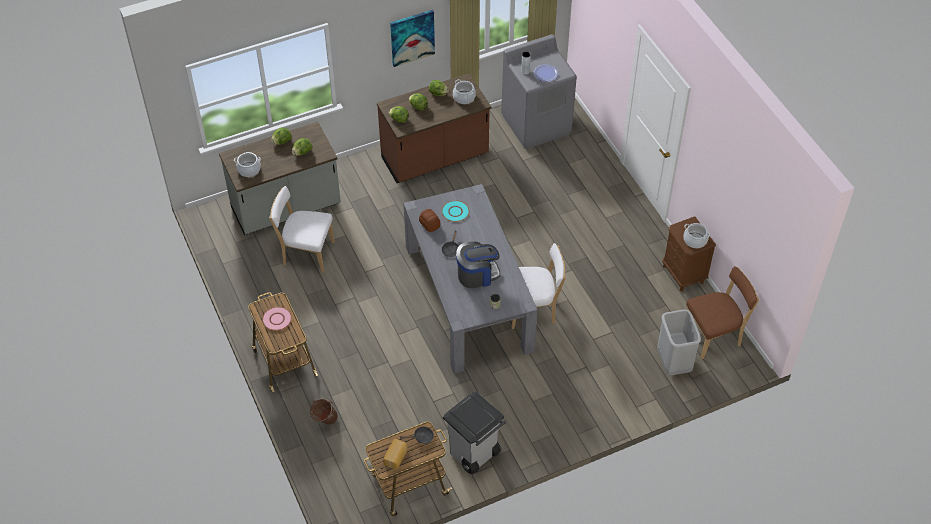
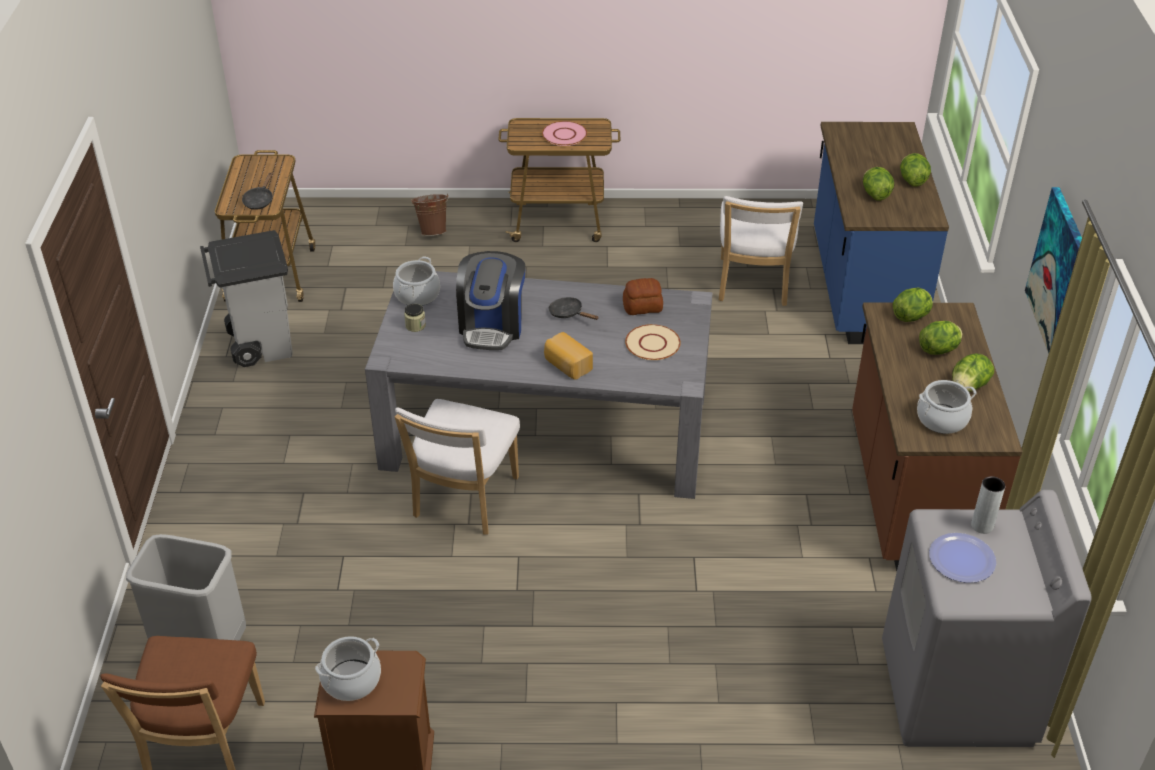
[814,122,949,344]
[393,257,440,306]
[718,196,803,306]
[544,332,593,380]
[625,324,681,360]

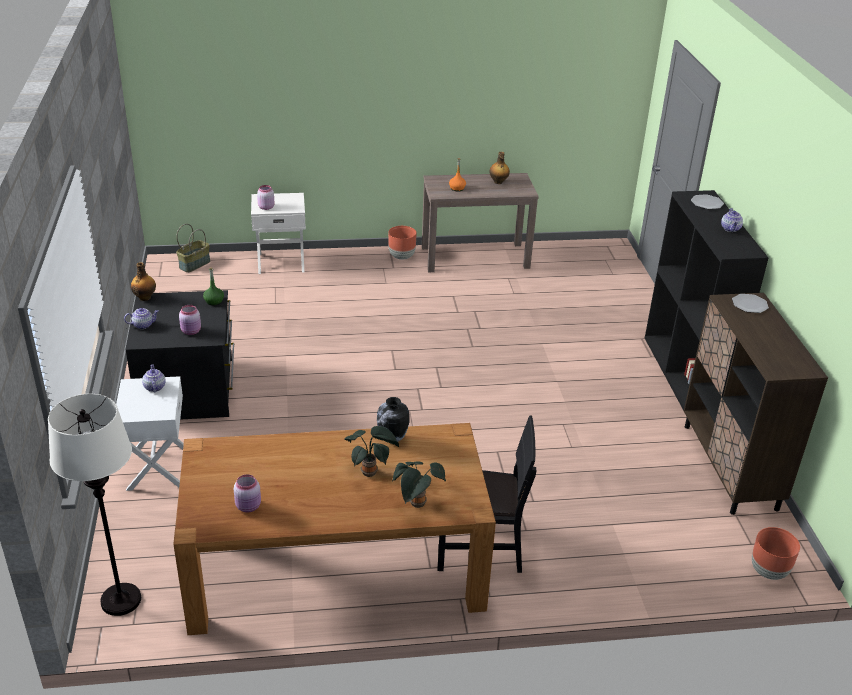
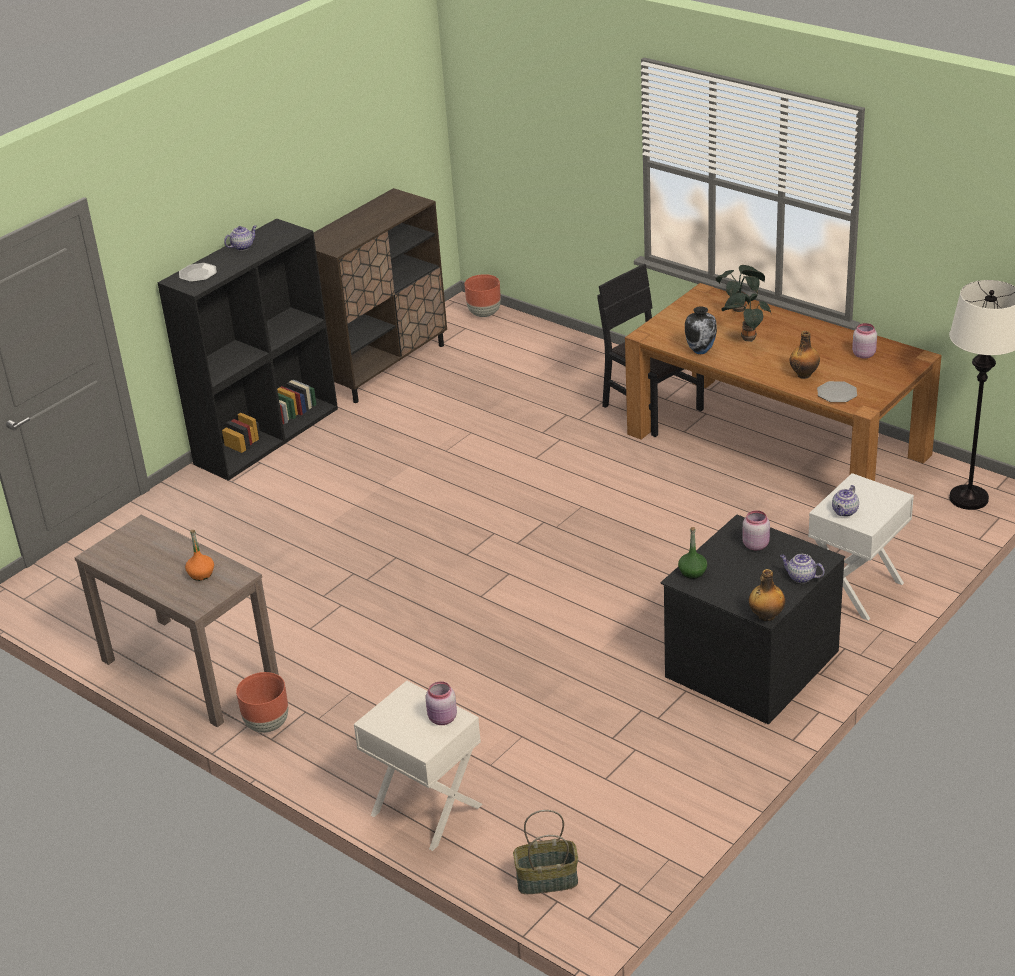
[790,331,820,379]
[817,381,857,402]

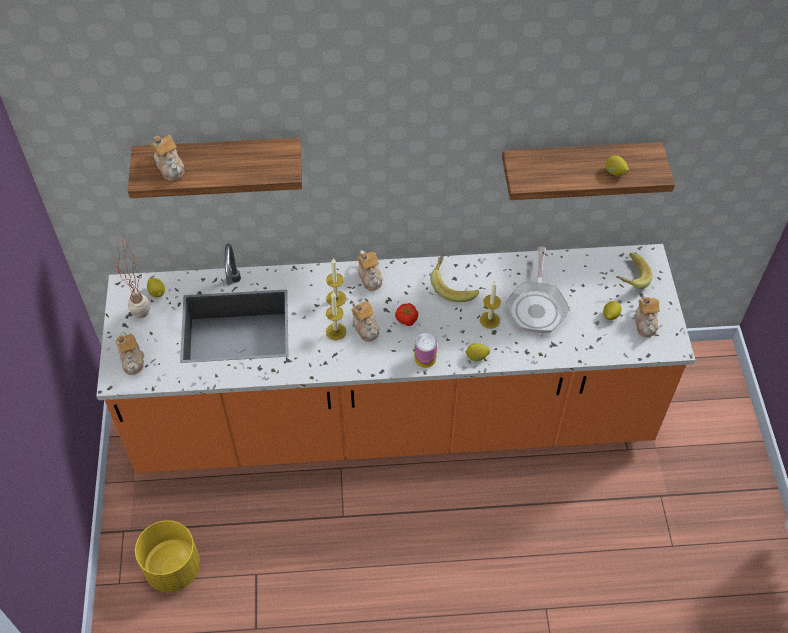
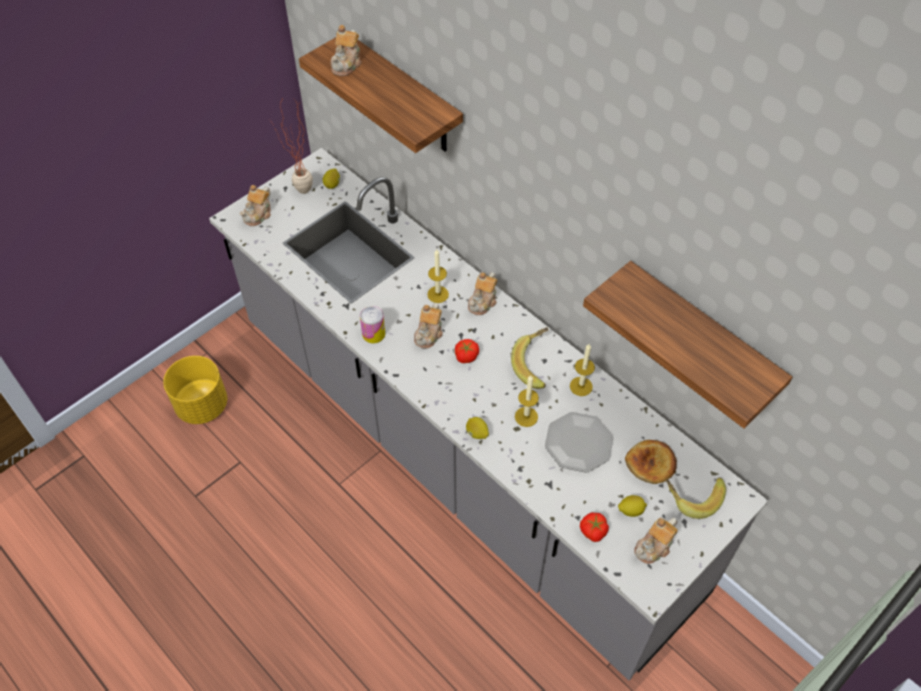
[209,148,768,680]
[570,344,595,396]
[360,306,385,343]
[545,412,613,473]
[605,155,629,176] (first image)
[580,513,609,542]
[625,440,677,484]

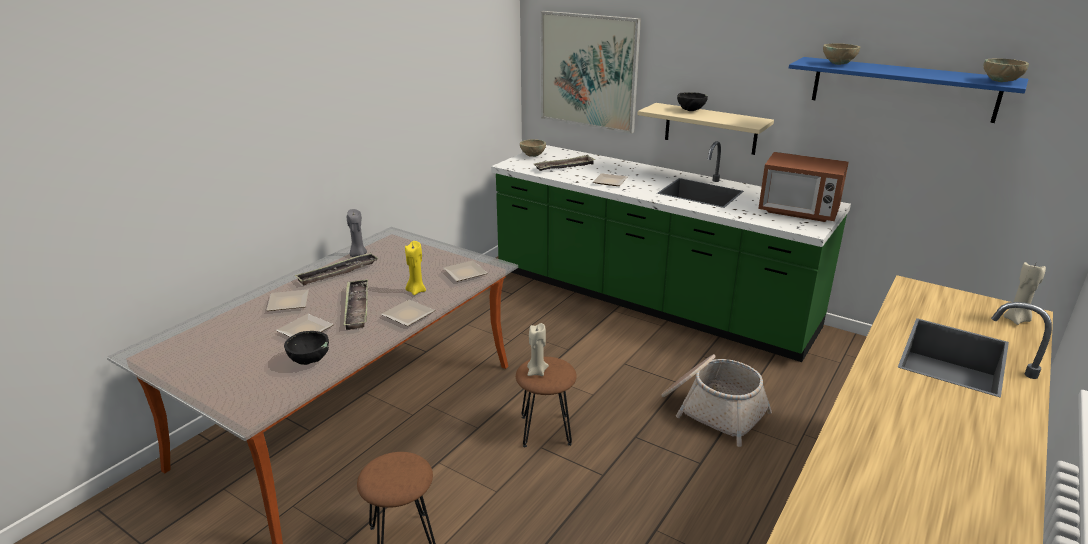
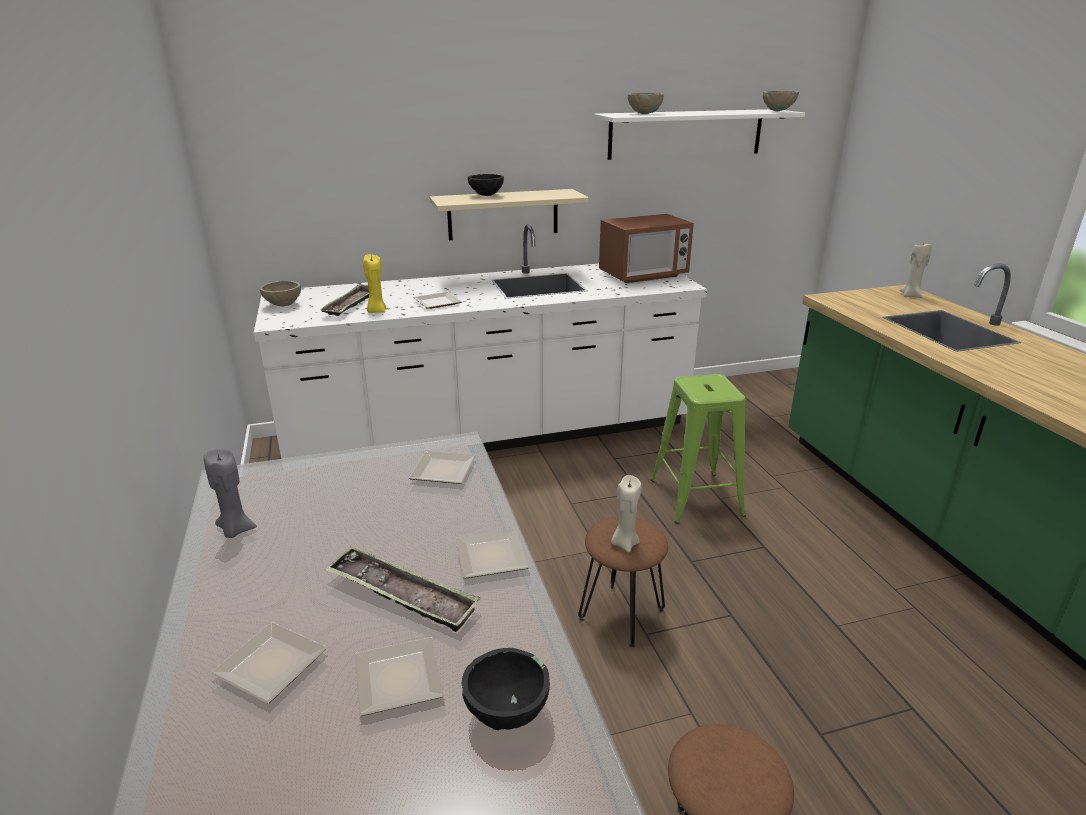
[295,253,379,285] (first image)
[363,254,386,313]
[254,225,707,459]
[541,11,641,134] (first image)
[651,374,746,524]
[594,109,805,160]

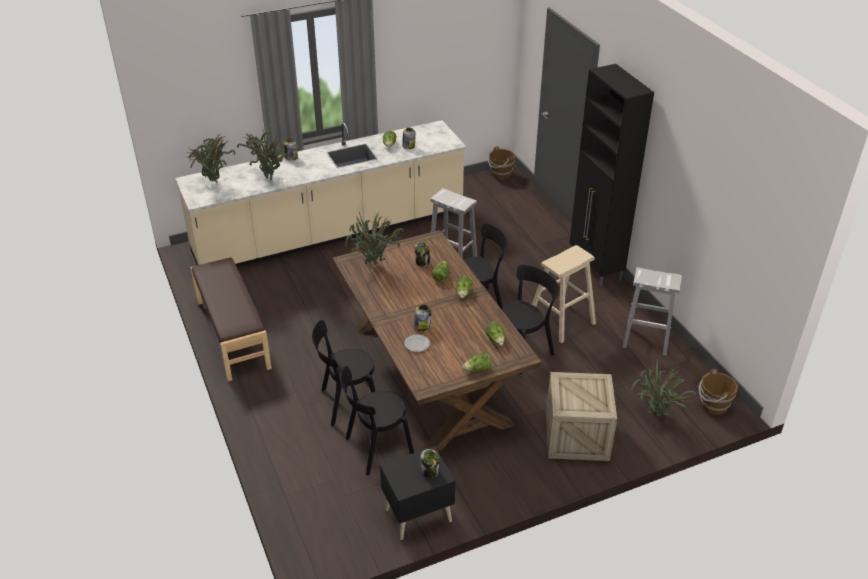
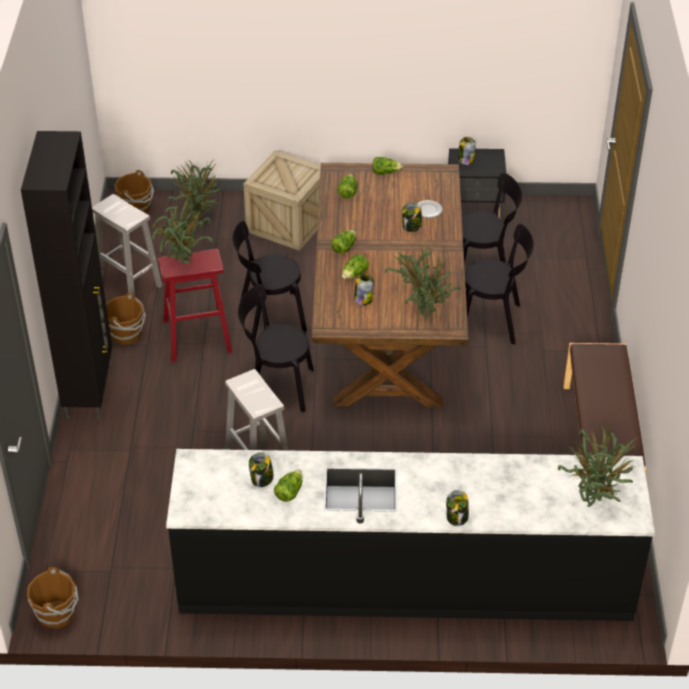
[166,449,655,621]
[152,196,213,264]
[158,249,232,362]
[106,293,146,345]

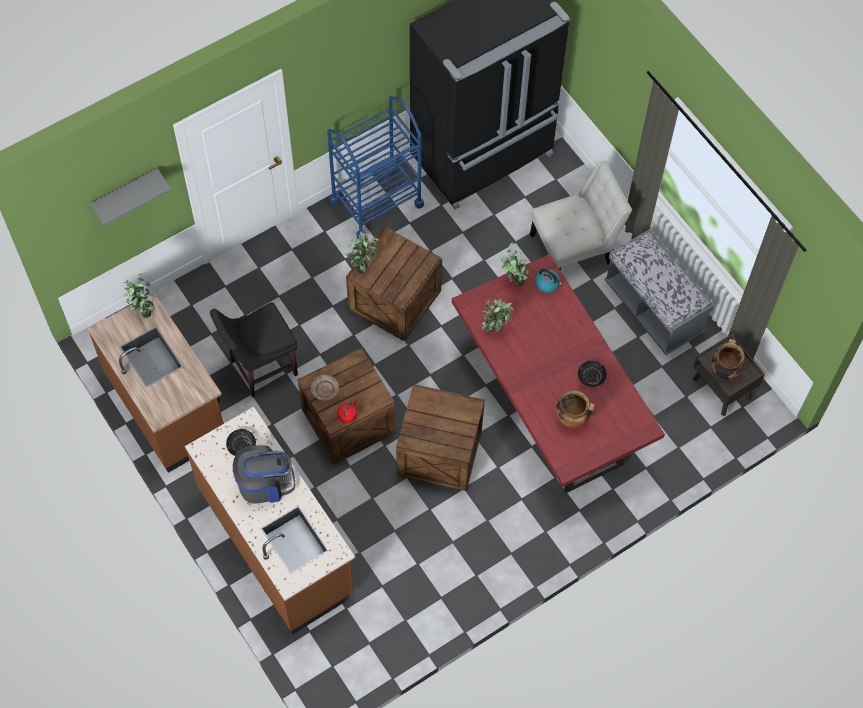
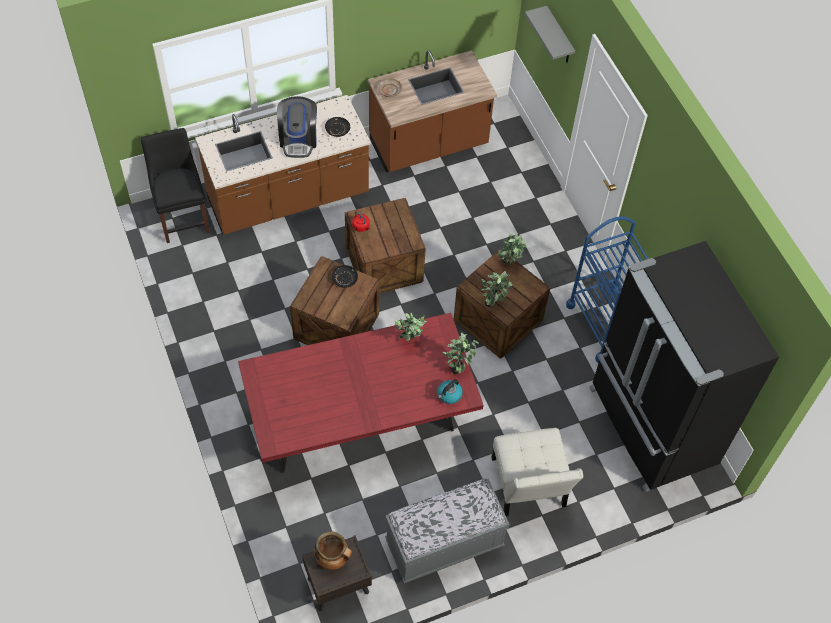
[481,270,512,307]
[141,128,210,243]
[378,78,402,97]
[556,390,596,428] (first image)
[332,265,358,288]

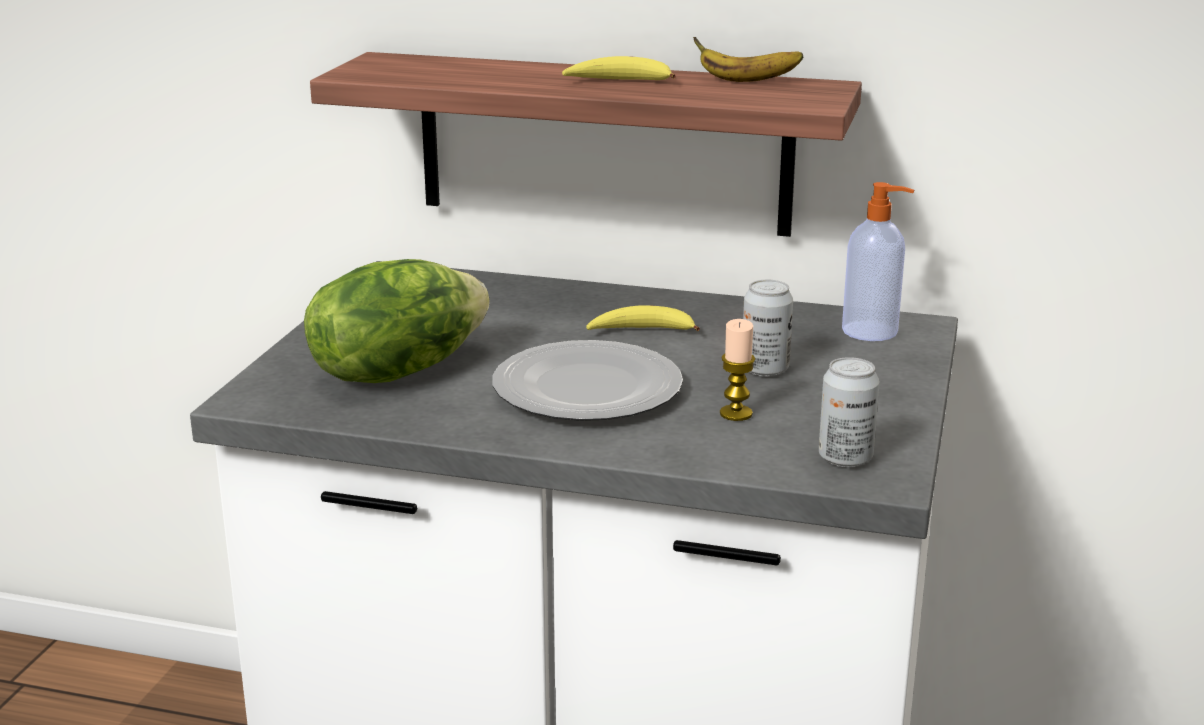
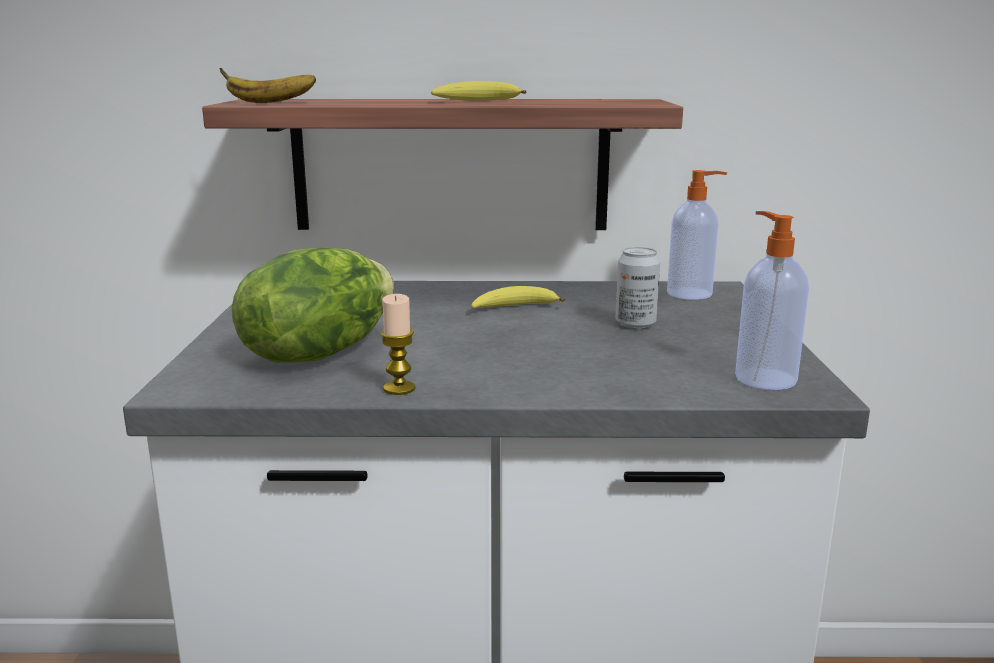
[492,340,683,421] (first image)
[219,68,316,103]
[380,294,415,395]
[735,211,809,390]

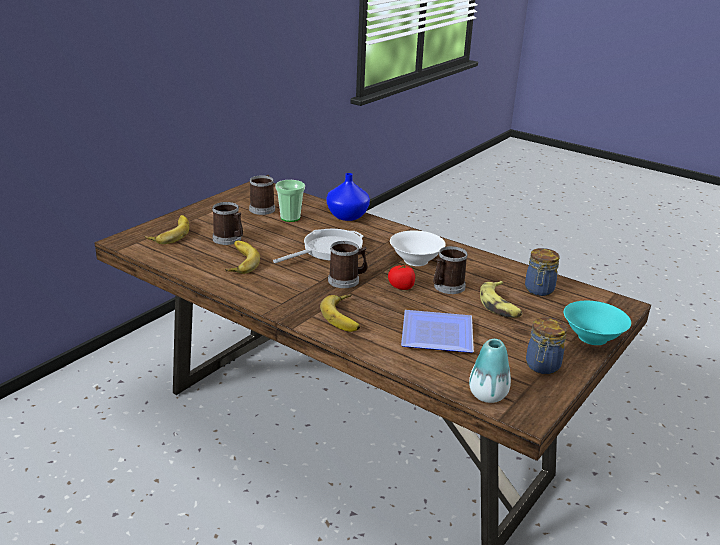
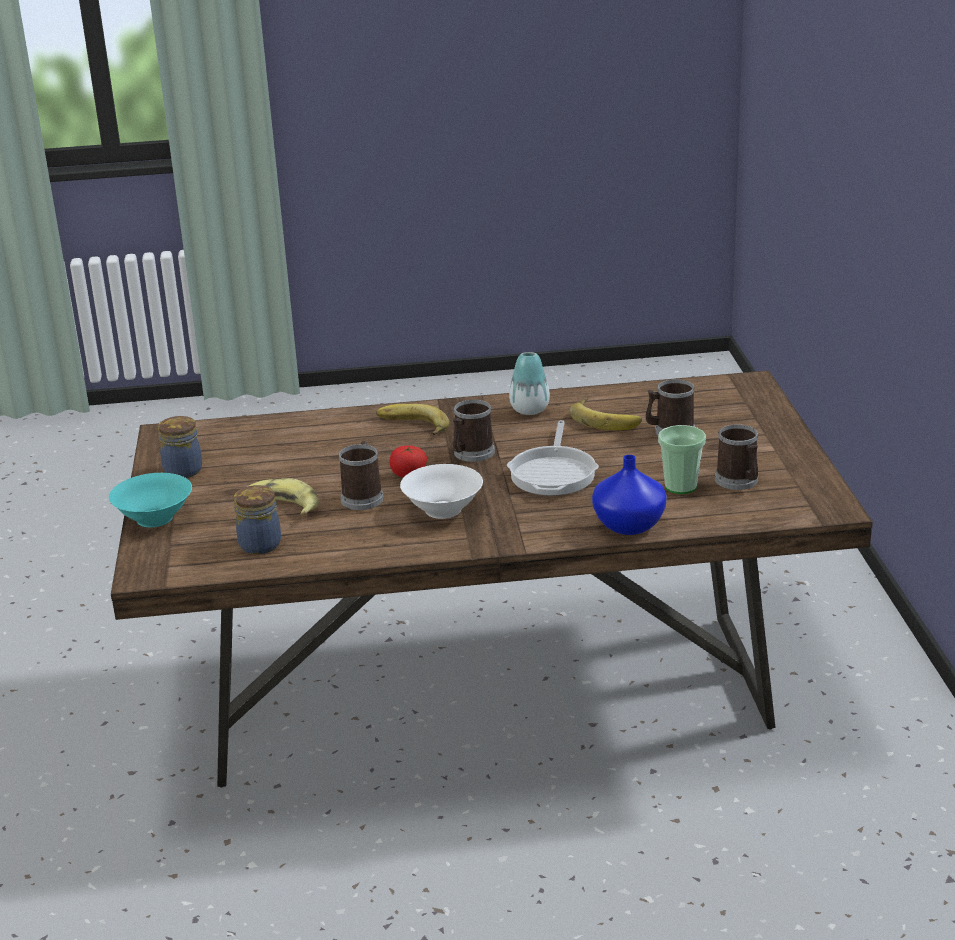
[145,215,189,244] (first image)
[401,310,474,353] (first image)
[509,352,550,415]

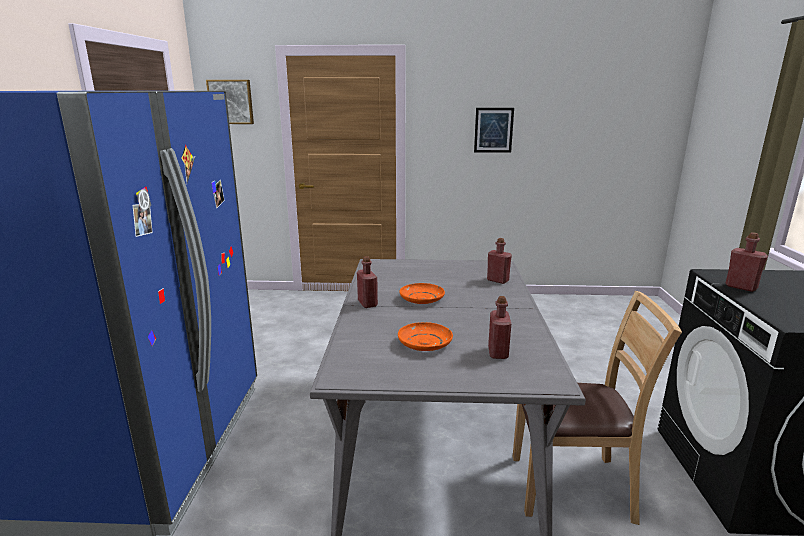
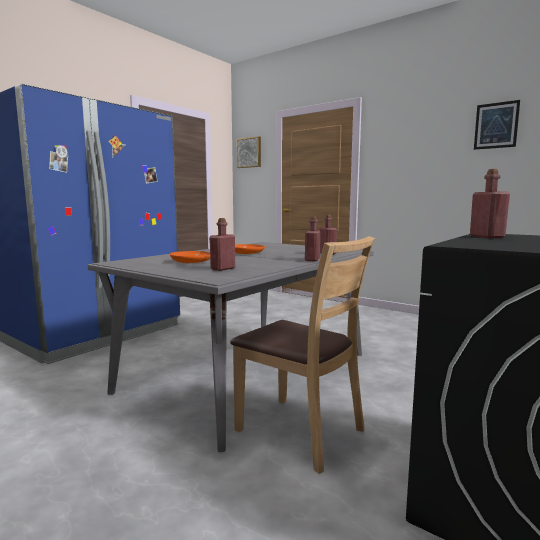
[305,216,321,261]
[474,100,520,150]

